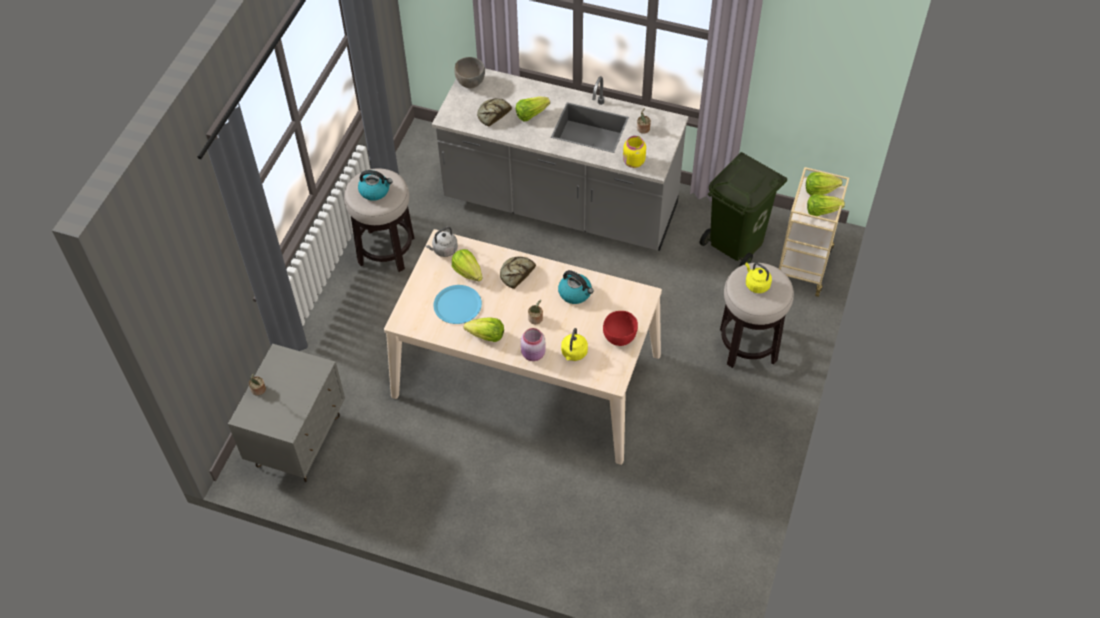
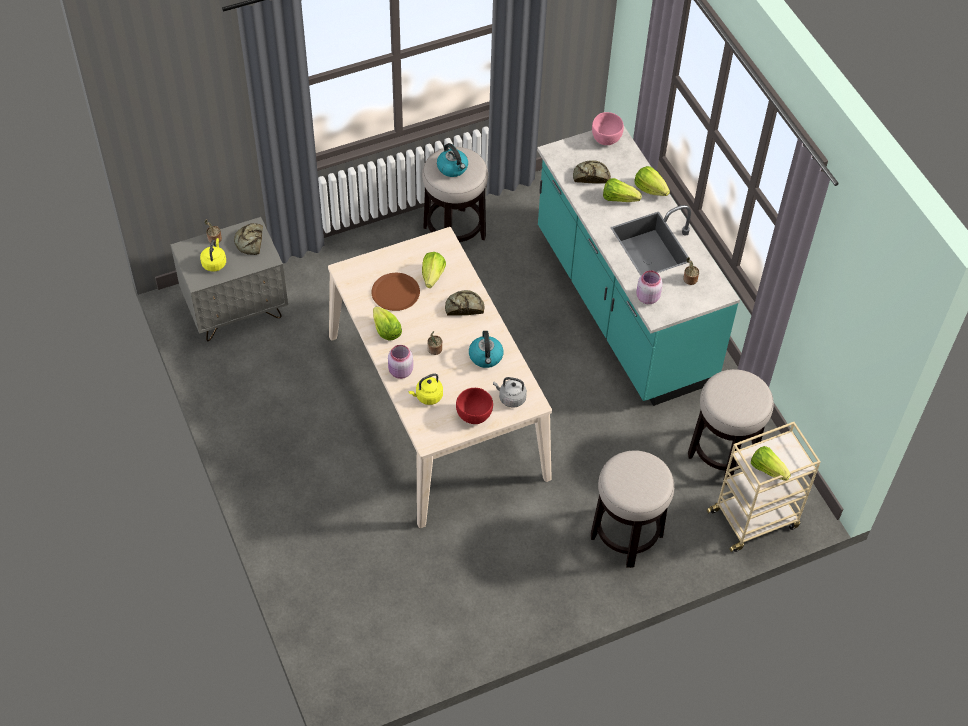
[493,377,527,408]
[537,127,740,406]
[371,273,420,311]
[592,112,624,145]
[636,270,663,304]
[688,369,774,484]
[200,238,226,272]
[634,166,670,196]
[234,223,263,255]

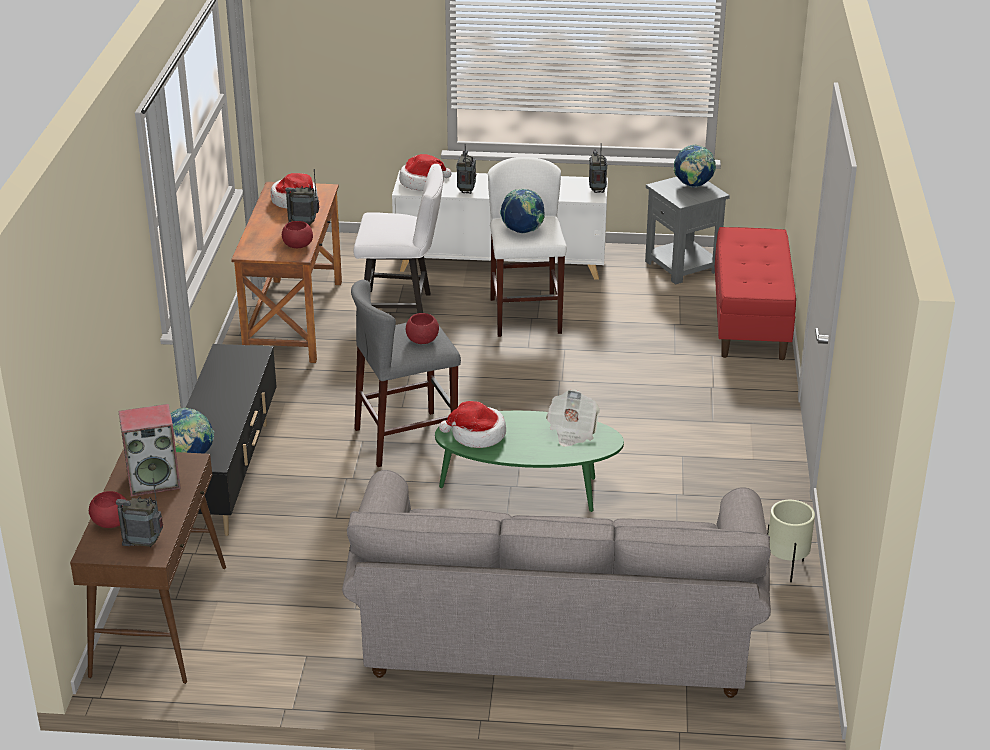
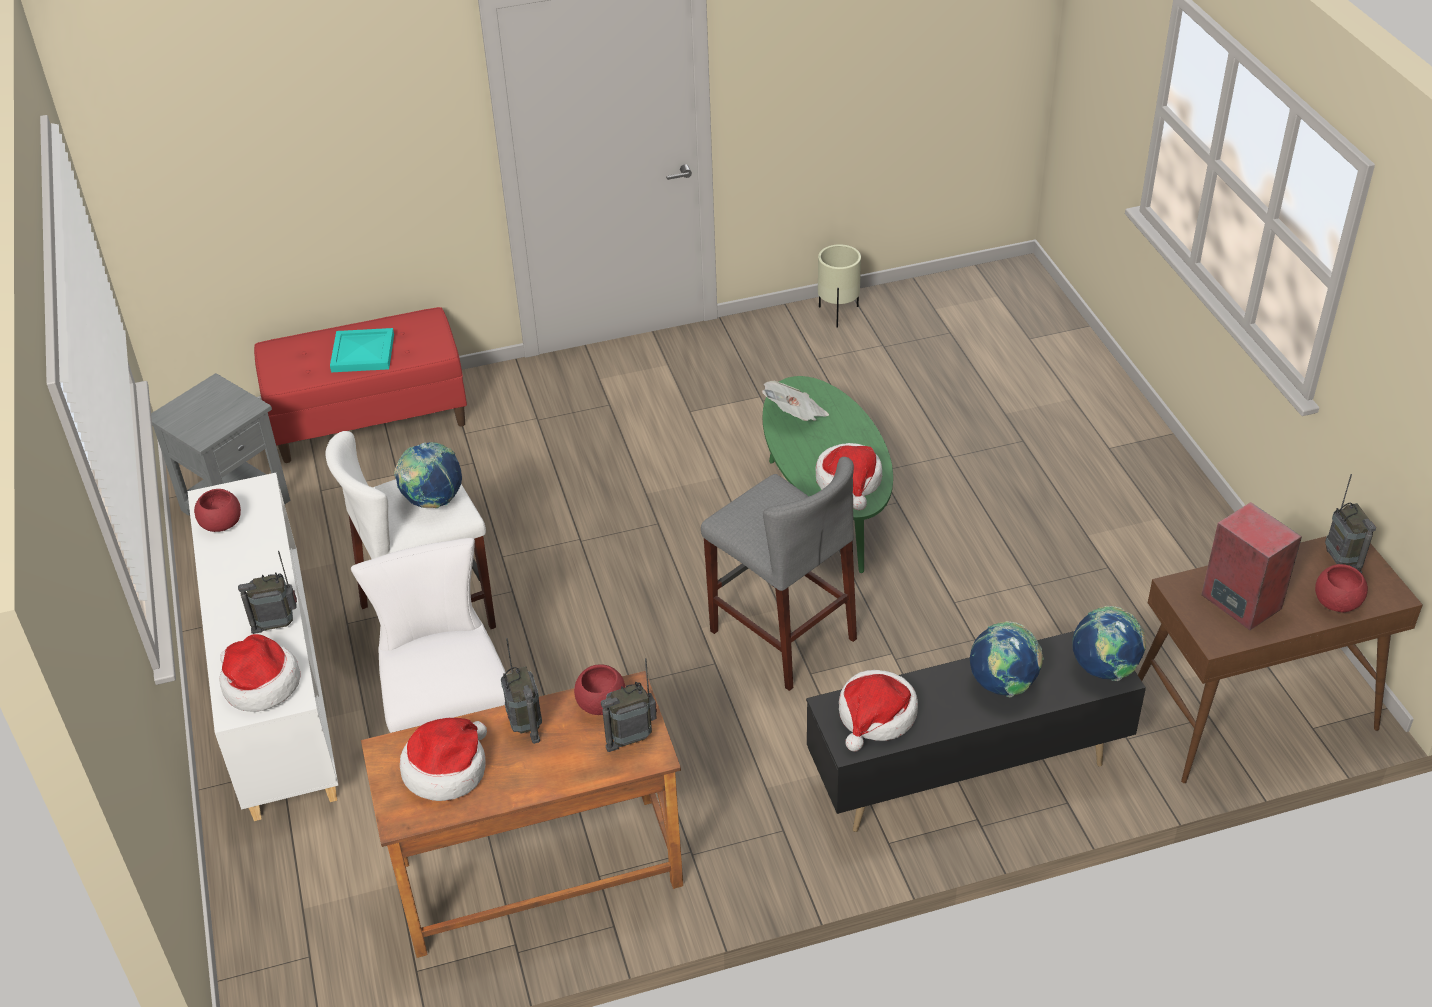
[342,470,771,698] (first image)
[194,489,241,532]
[601,658,657,752]
[970,621,1043,698]
[330,328,394,372]
[839,670,918,752]

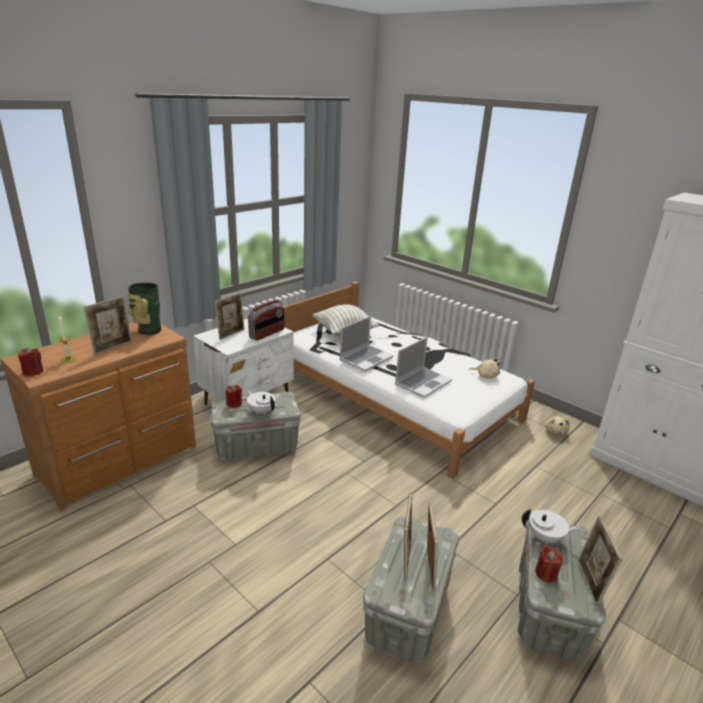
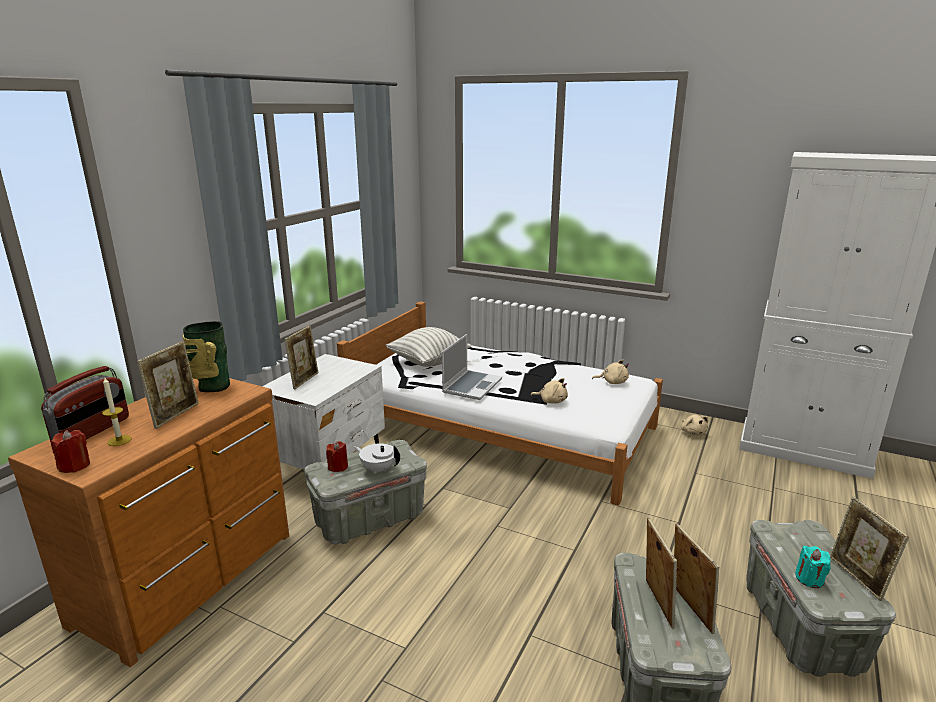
[41,366,129,442]
[530,378,568,404]
[522,509,580,546] (first image)
[795,546,831,588]

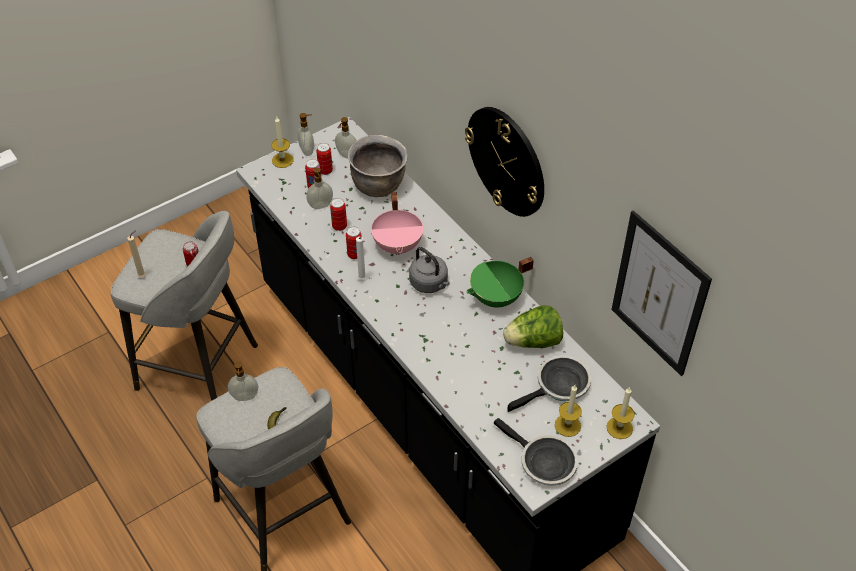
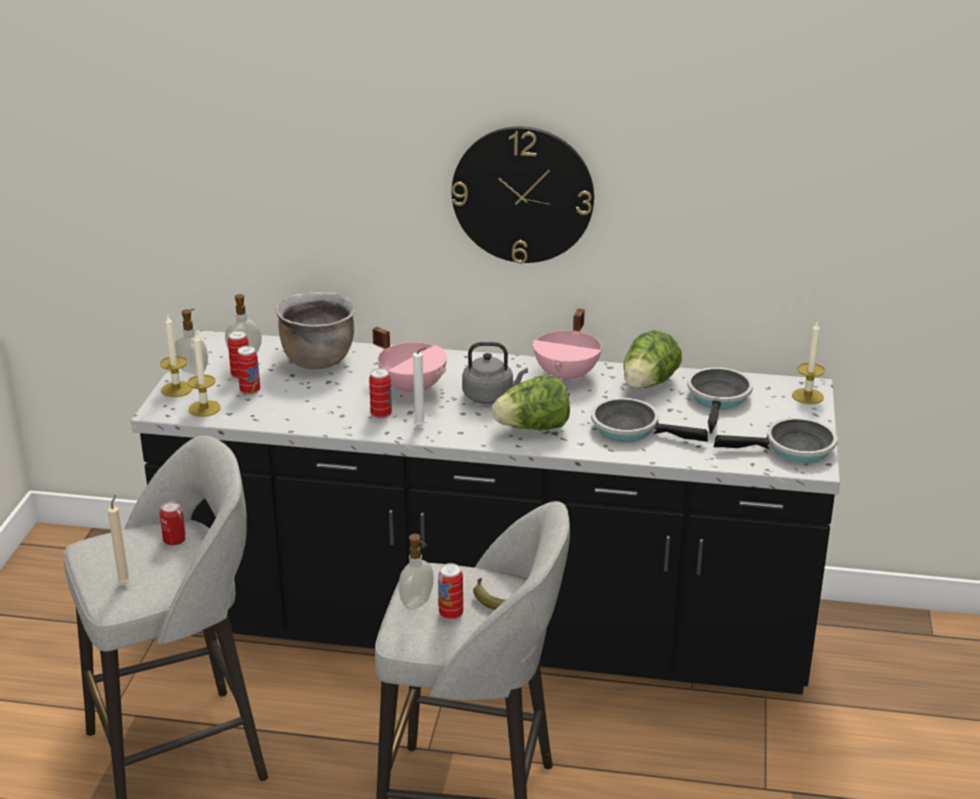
[306,168,333,209] (first image)
[438,563,463,620]
[533,309,602,383]
[188,334,221,417]
[611,210,712,376] (first image)
[492,375,570,431]
[591,398,708,442]

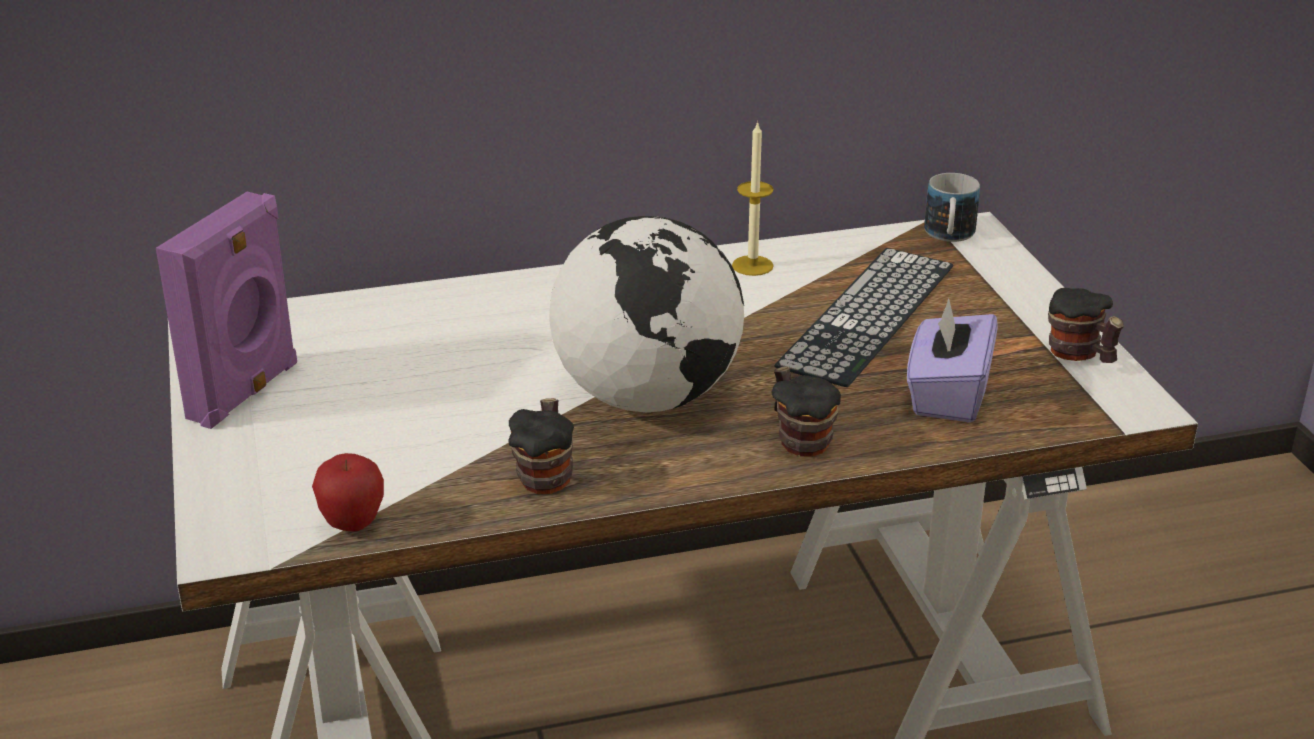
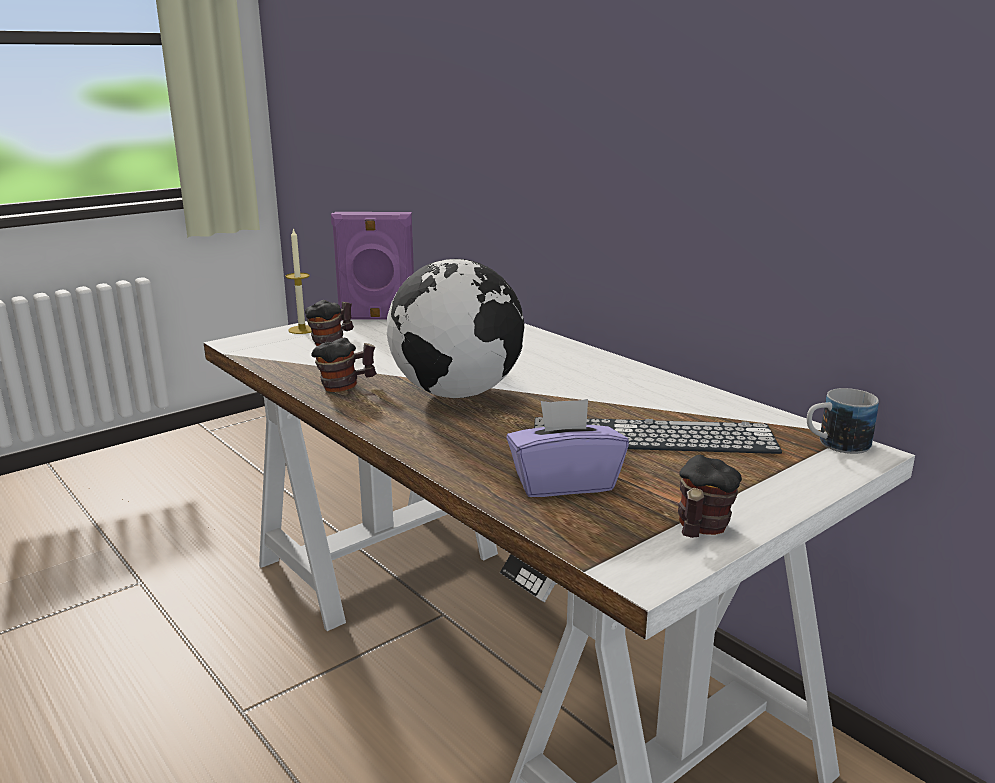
[312,453,384,531] (first image)
[286,228,312,334]
[305,300,354,346]

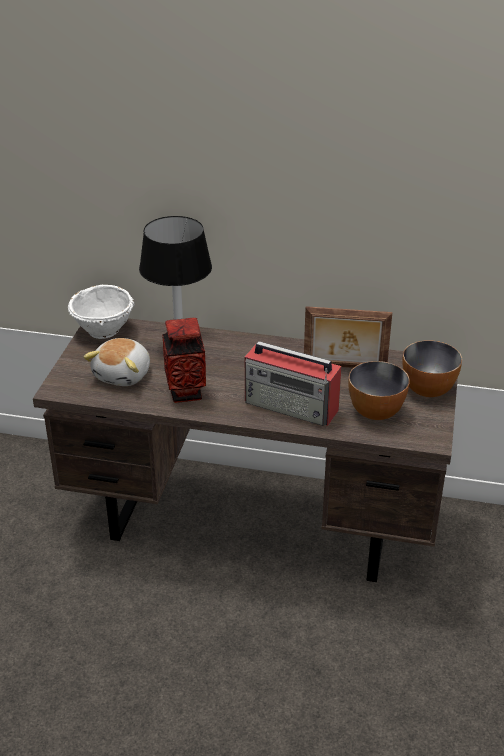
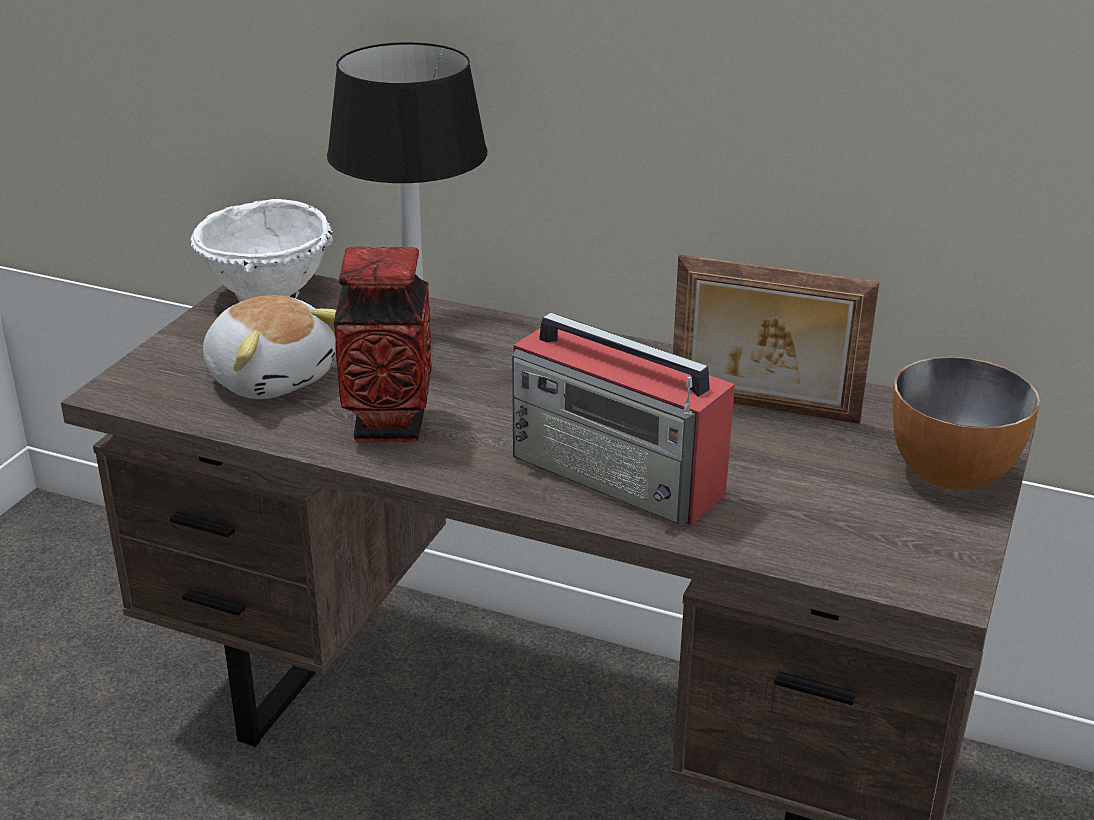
[203,295,336,399]
[348,361,410,420] (first image)

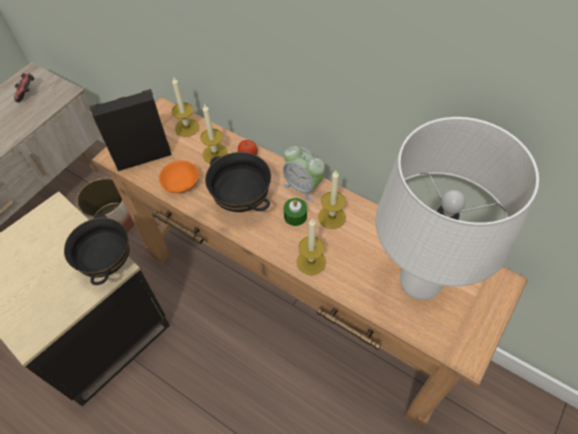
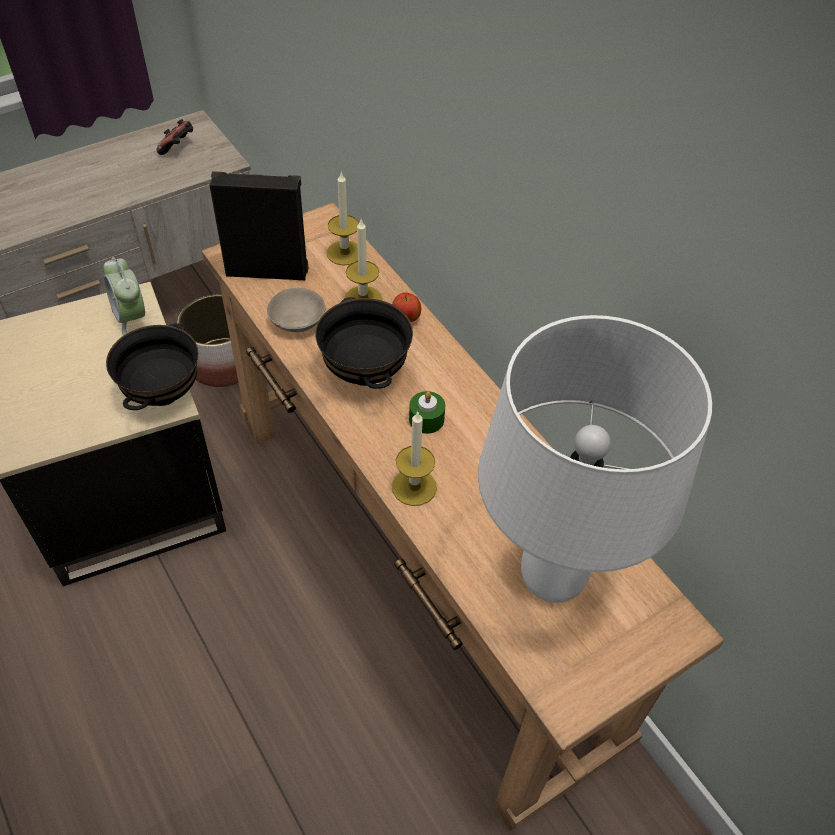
[267,288,325,332]
[103,257,145,336]
[318,171,346,229] (first image)

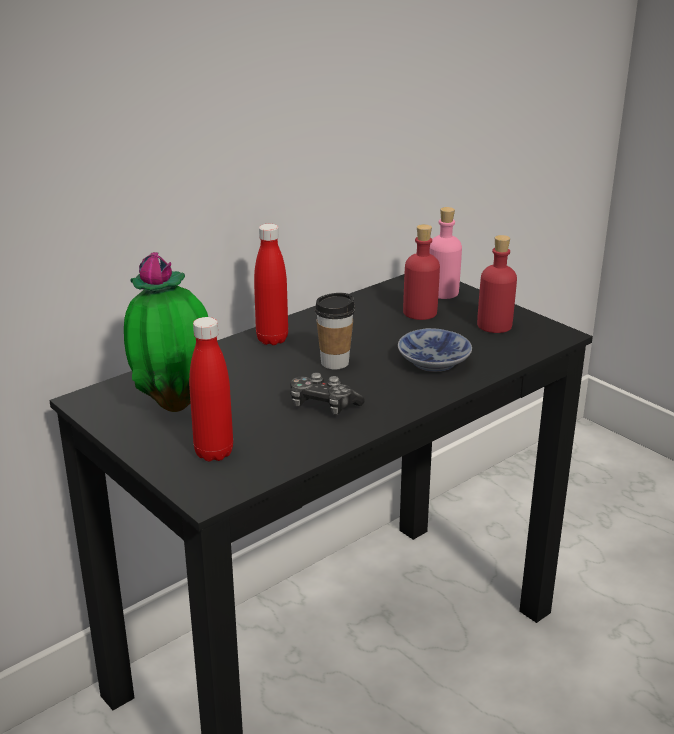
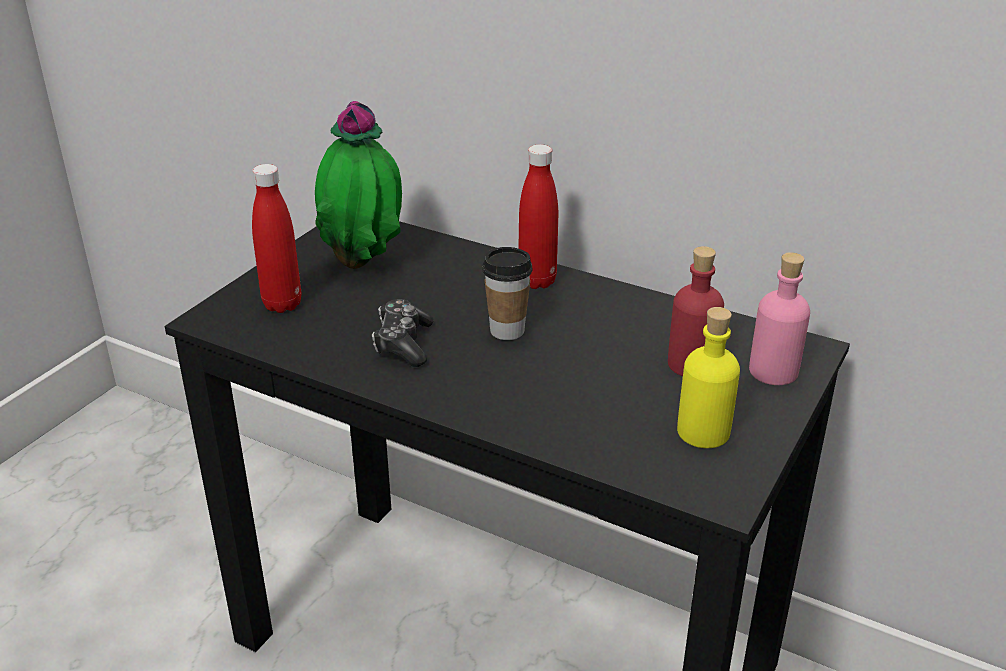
[398,328,472,372] (first image)
[677,307,740,448]

